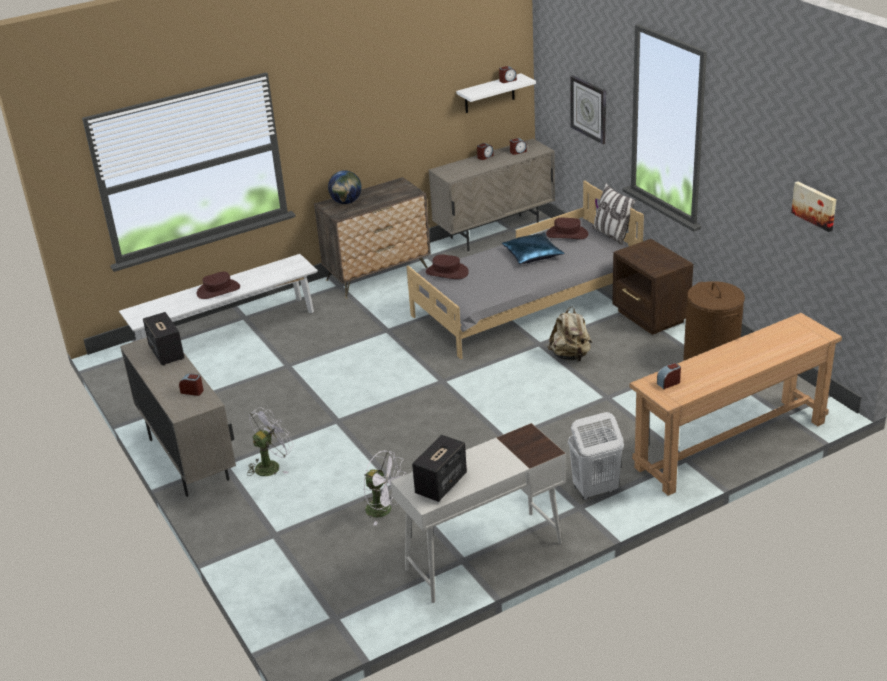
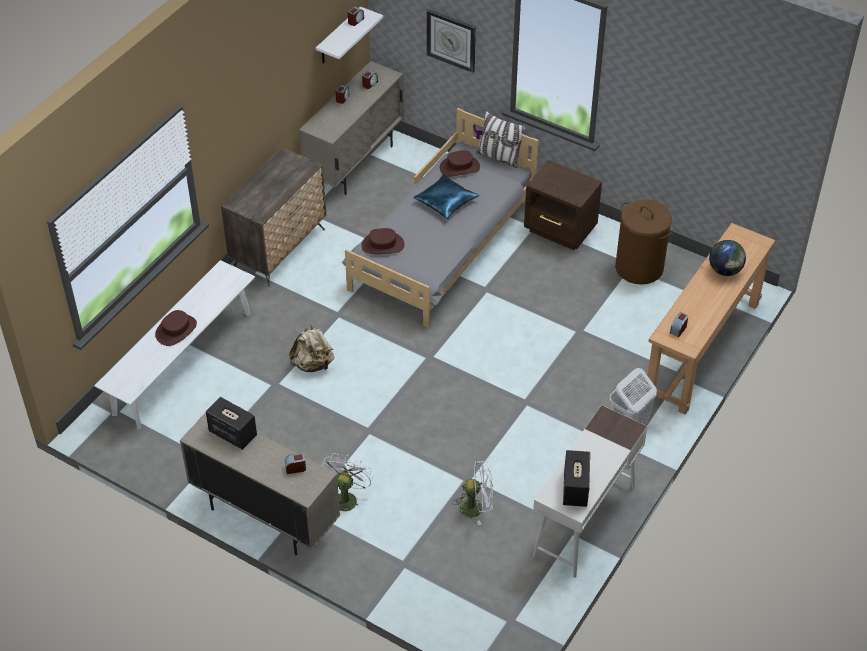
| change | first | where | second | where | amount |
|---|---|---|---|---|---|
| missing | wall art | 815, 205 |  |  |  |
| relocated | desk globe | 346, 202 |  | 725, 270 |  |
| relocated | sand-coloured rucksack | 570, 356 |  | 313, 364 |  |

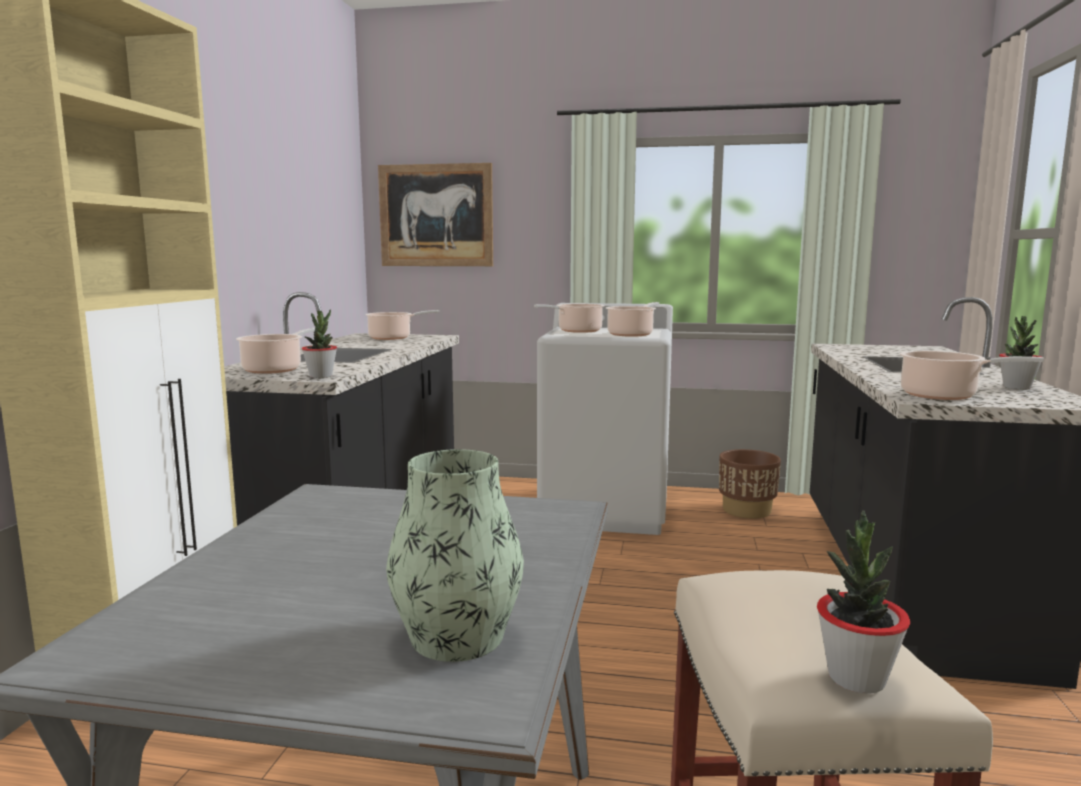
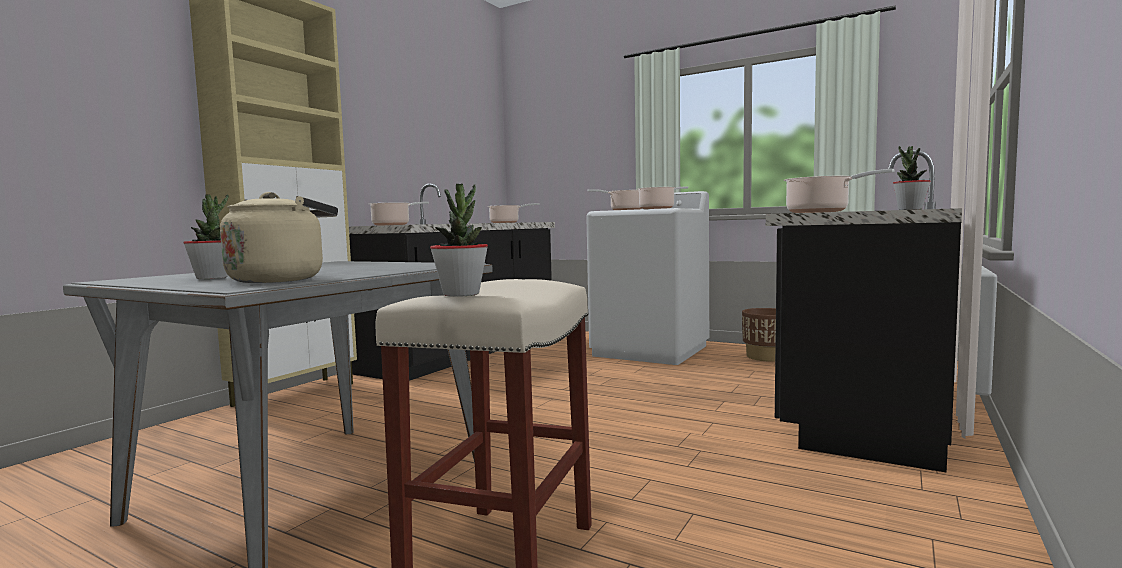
| change | first | where | second | where | amount |
|---|---|---|---|---|---|
| missing | wall art | 436, 215 |  |  |  |
| relocated | houseplant | 321, 376 |  | 212, 278 |  |
| exchanged | decorative vase | 457, 636 | sand-coloured tea kettle | 281, 280 |  |

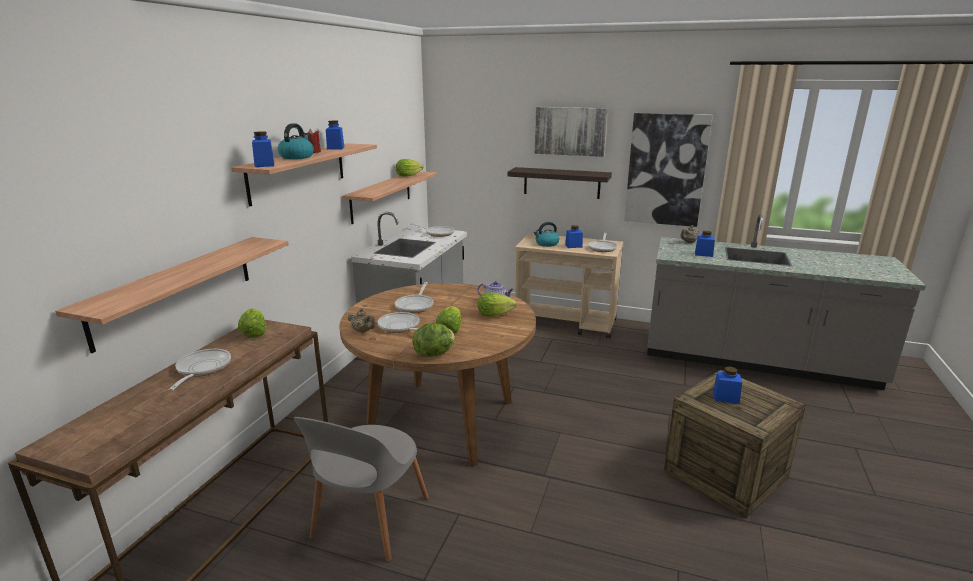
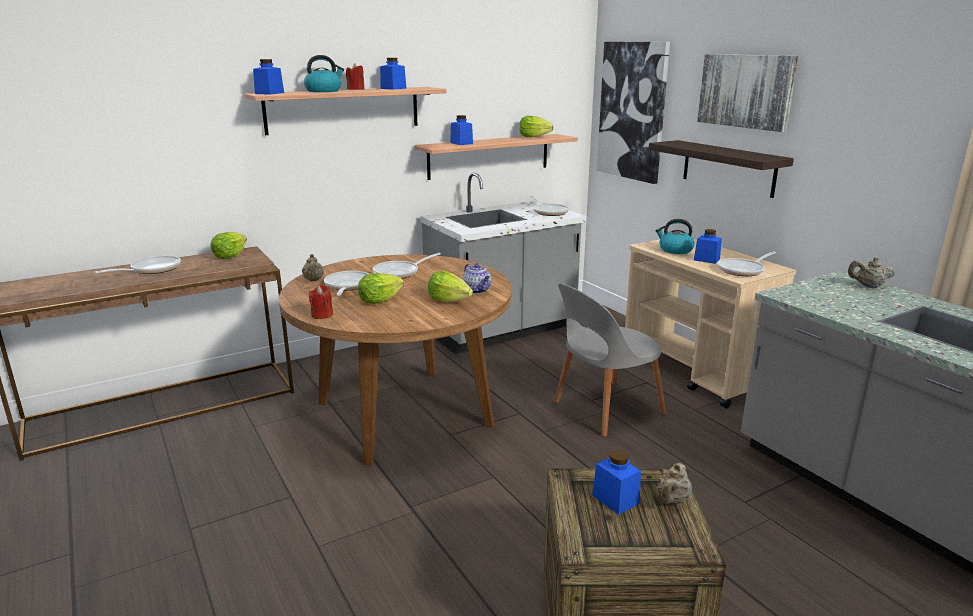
| change | first | where | second | where | amount |
|---|---|---|---|---|---|
| missing | bracket shelf | 176, 289 |  |  |  |
| appeared |  |  | sand-coloured tea pot | 672, 500 |  |
| relocated | gray plain chair | 368, 521 |  | 604, 409 |  |
| relocated | wall art | 666, 170 |  | 632, 111 |  |
| relocated | blue storage jar | 703, 254 |  | 461, 143 |  |
| exchanged | lettuce head | 435, 354 | red-coloured wax candle | 322, 315 |  |

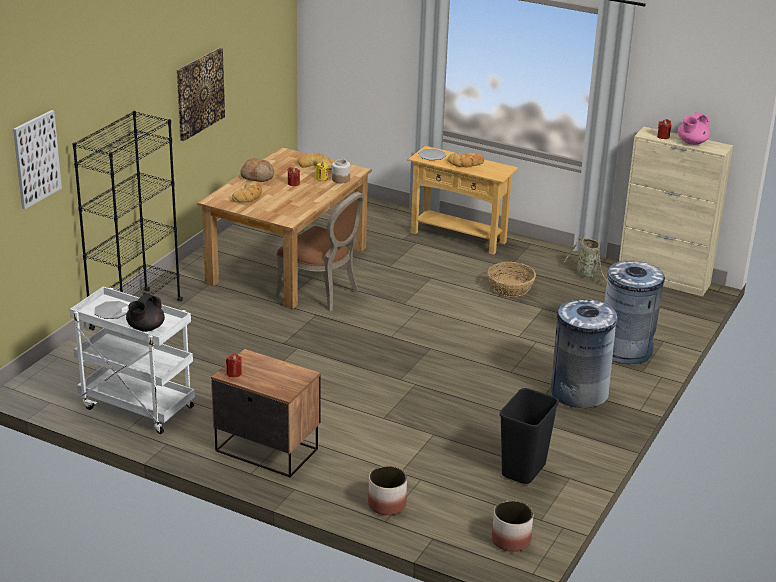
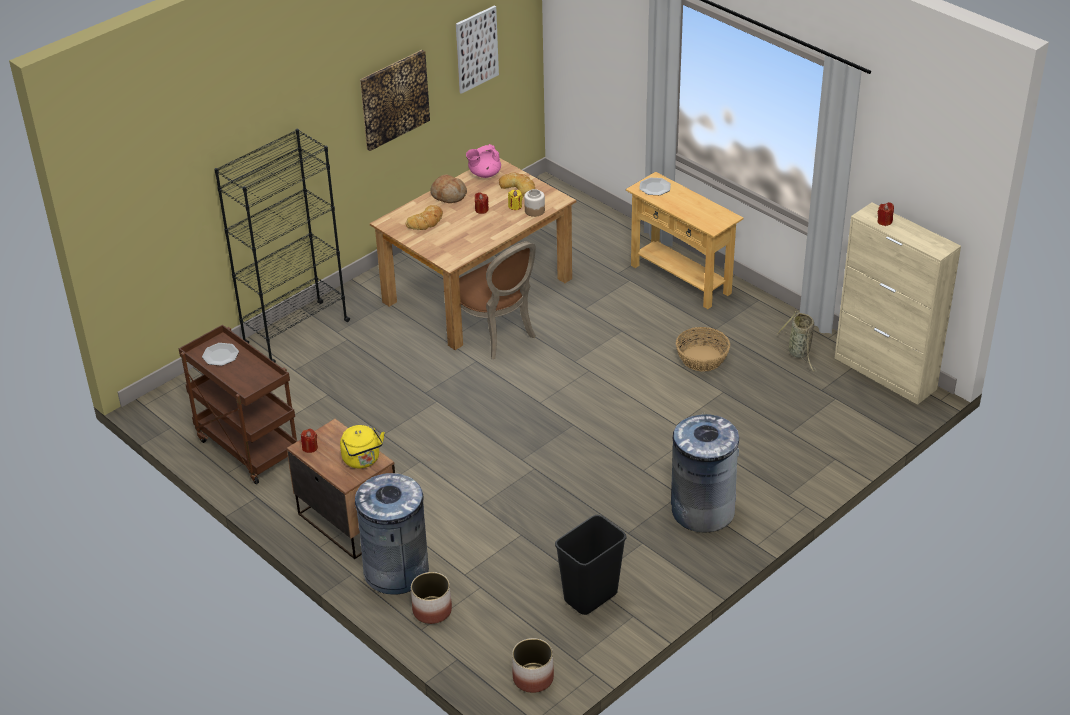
| change | first | where | second | where | amount |
|---|---|---|---|---|---|
| missing | black tea pot | 145, 328 |  |  |  |
| missing | baked bread | 466, 163 |  |  |  |
| appeared |  |  | yellowish tea kettle | 362, 460 |  |
| relocated | wall art | 36, 159 |  | 476, 49 |  |
| relocated | gray rubbish bin | 625, 350 |  | 396, 571 |  |
| relocated | pink tea pot | 691, 142 |  | 484, 174 |  |
| colour | white-coloured trolley | 136, 407 | brownish trolley | 246, 448 |  |

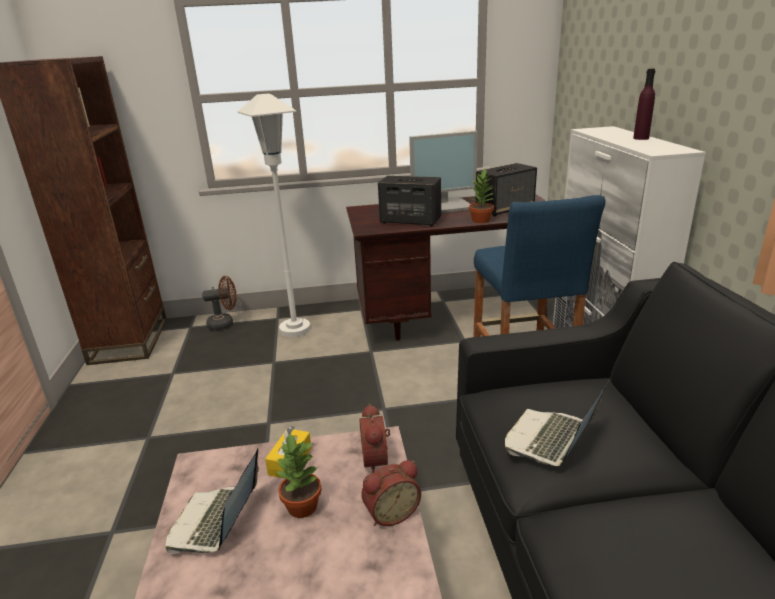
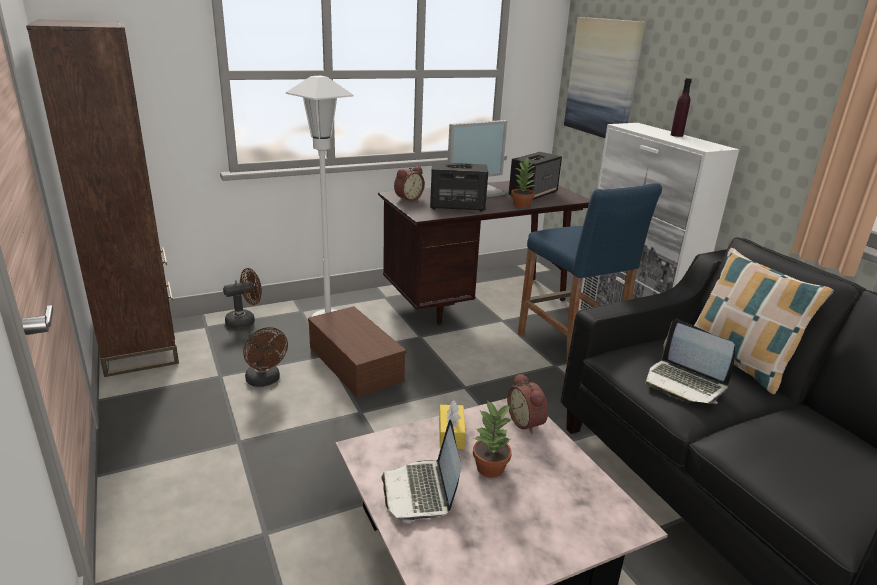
| change | first | where | second | where | amount |
|---|---|---|---|---|---|
| appeared |  |  | brownish cooling fan | 265, 381 |  |
| appeared |  |  | brownish storage container | 353, 363 |  |
| appeared |  |  | wall art | 603, 78 |  |
| appeared |  |  | cushion | 737, 363 |  |
| relocated | alarm clock | 390, 512 |  | 407, 198 |  |
| spun | portable computer | 551, 440 |  | 684, 383 | 60 degrees counterclockwise |

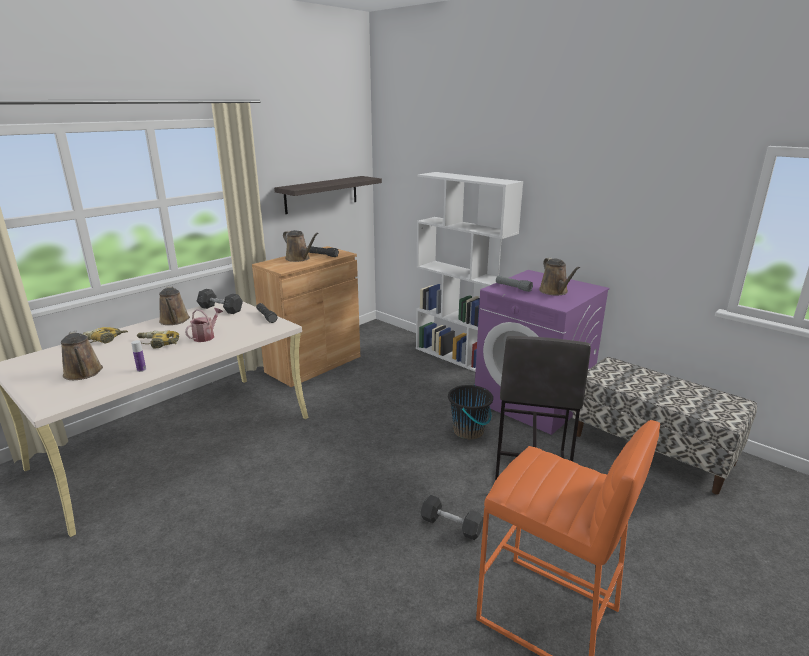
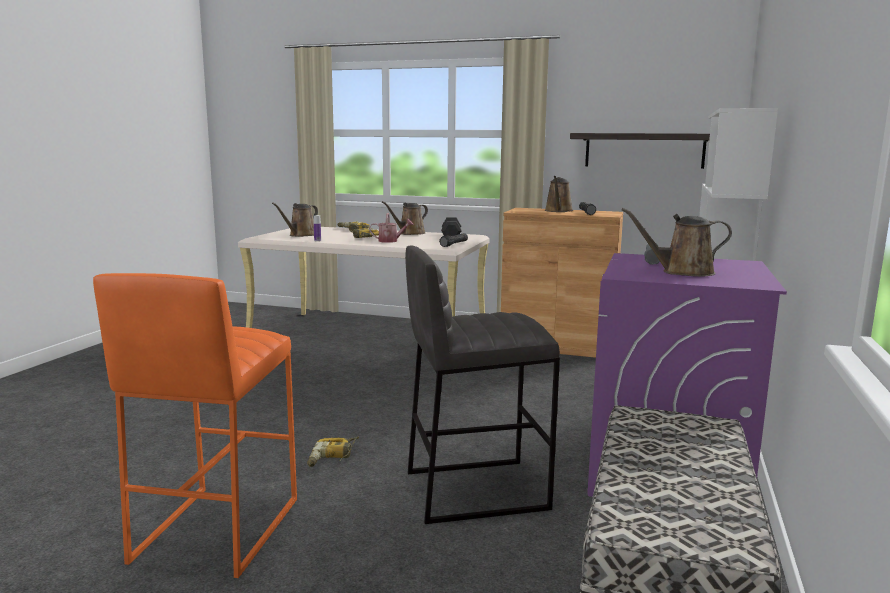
| change | first | where | second | where | amount |
|---|---|---|---|---|---|
| missing | black water bucket | 468, 431 |  |  |  |
| exchanged | gray free weight | 451, 525 | power drill | 333, 457 |  |
| spun | brownish watering can | 555, 291 |  | 682, 272 | 45 degrees clockwise |

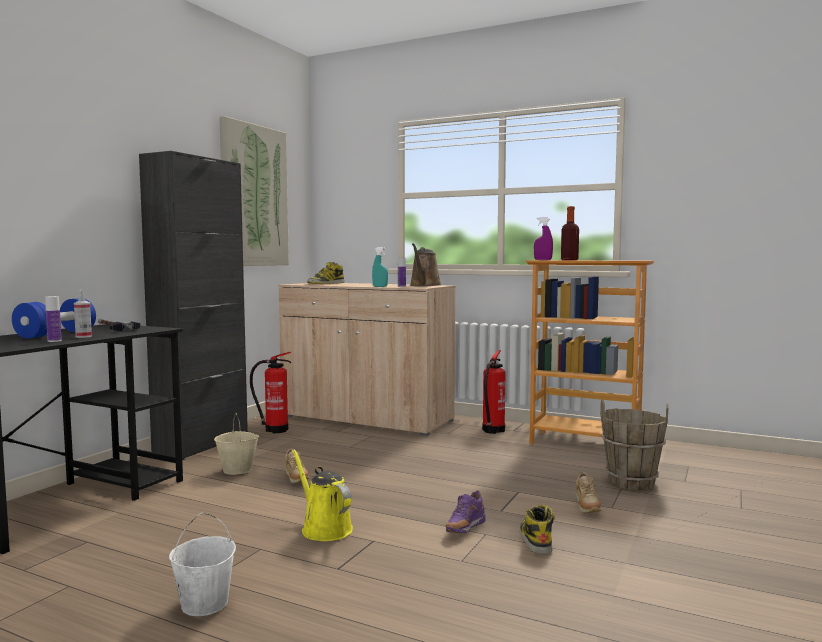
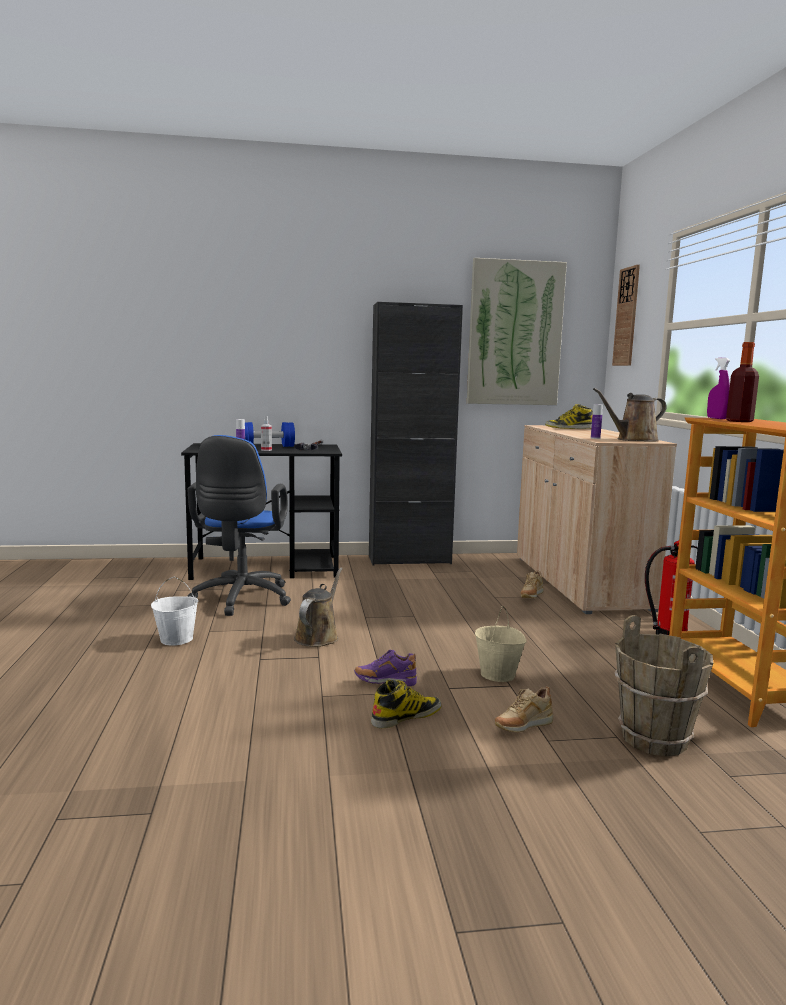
| change | first | where | second | where | amount |
|---|---|---|---|---|---|
| missing | fire extinguisher | 274, 430 |  |  |  |
| missing | turquoise-coloured spray bottle | 380, 286 |  |  |  |
| appeared |  |  | blue office chair | 240, 600 |  |
| appeared |  |  | hanging clock | 626, 317 |  |
| relocated | sand-coloured water bucket | 238, 470 |  | 498, 675 |  |
| relocated | sand-coloured low shoe | 296, 479 |  | 531, 596 |  |
| colour | yellowish watering can | 324, 528 | brownish watering can | 318, 636 |  |

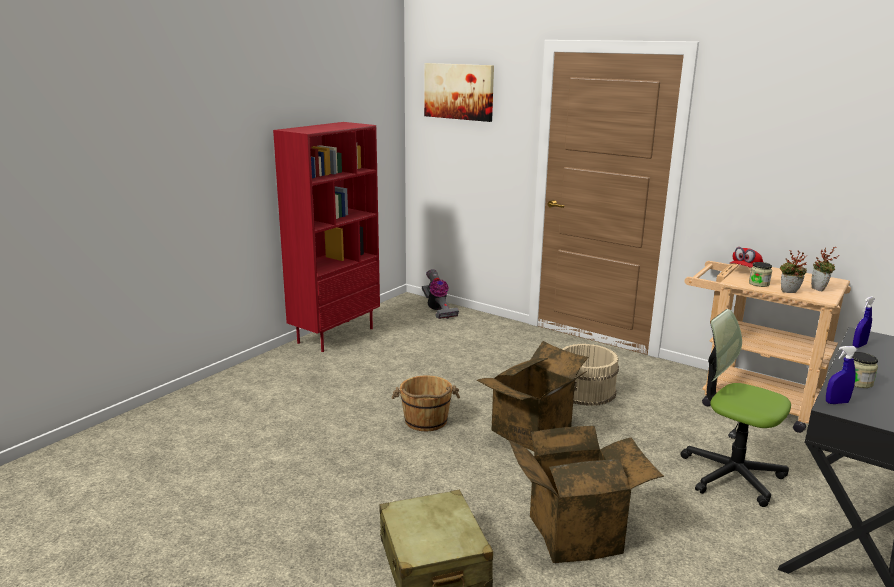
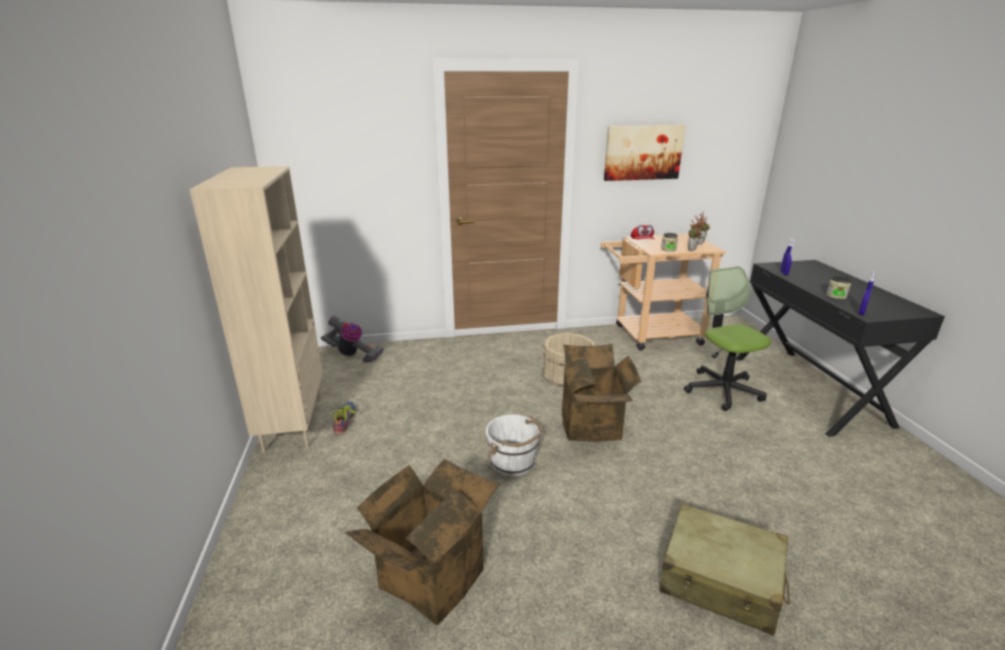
| change | first | where | second | where | amount |
|---|---|---|---|---|---|
| appeared |  |  | low shoe | 344, 421 |  |
| relocated | wall art | 459, 91 |  | 643, 152 |  |
| relocated | packing box | 575, 531 |  | 429, 574 |  |
| colour | red-coloured bookshelf | 335, 335 | sand-coloured bookshelf | 292, 423 |  |
| colour | brownish water bucket | 426, 421 | white-coloured water bucket | 513, 462 |  |
| spun | office chair | 731, 475 |  | 723, 390 | 75 degrees clockwise |

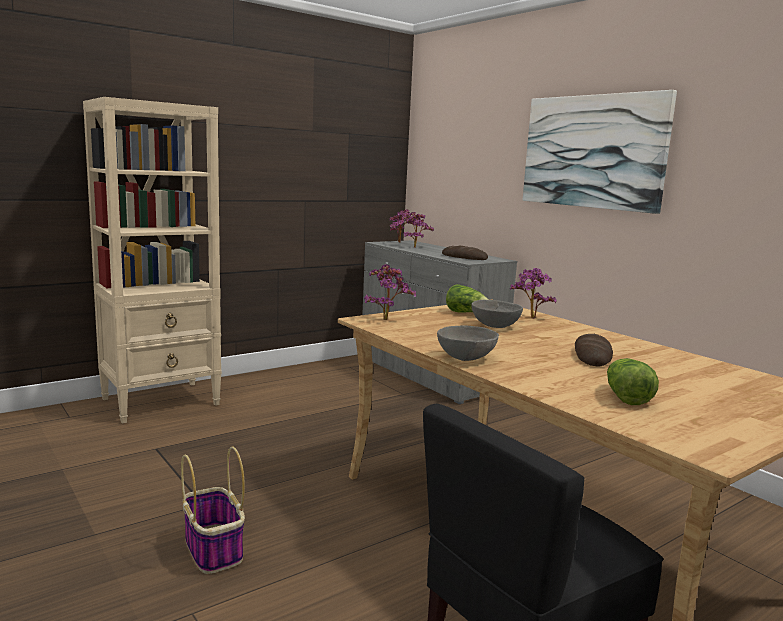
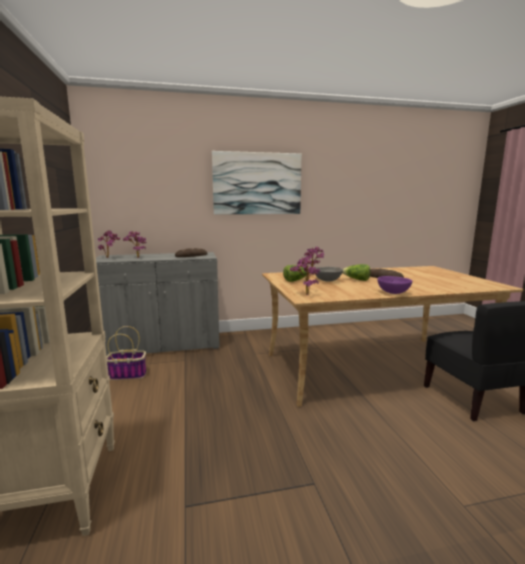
| change | first | where | second | where | amount |
|---|---|---|---|---|---|
| relocated | basket | 214, 550 |  | 128, 375 |  |
| relocated | lettuce head | 626, 397 |  | 356, 279 |  |
| colour | gray serving bowl | 466, 358 | purple serving bowl | 392, 292 |  |

